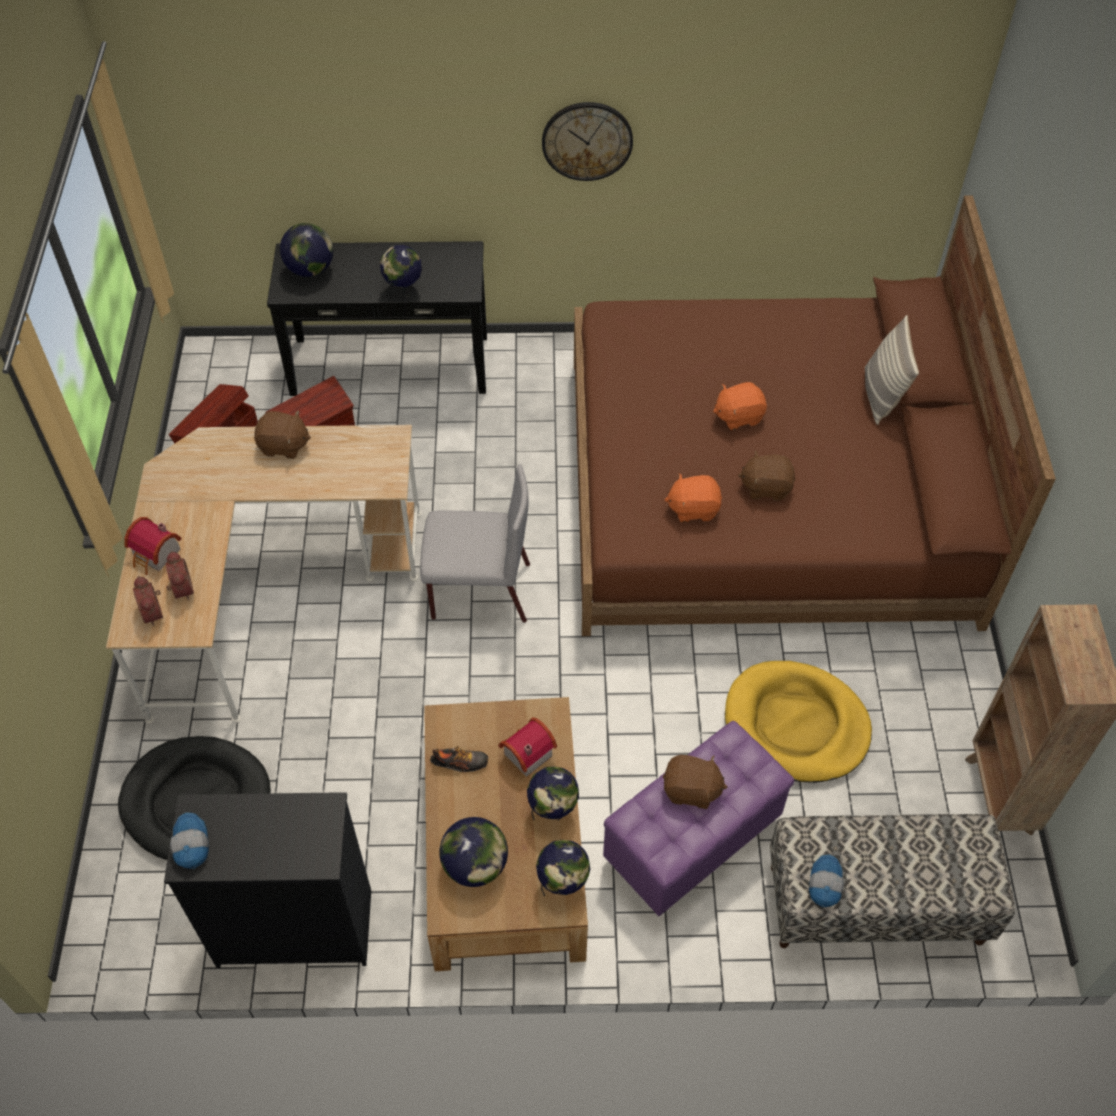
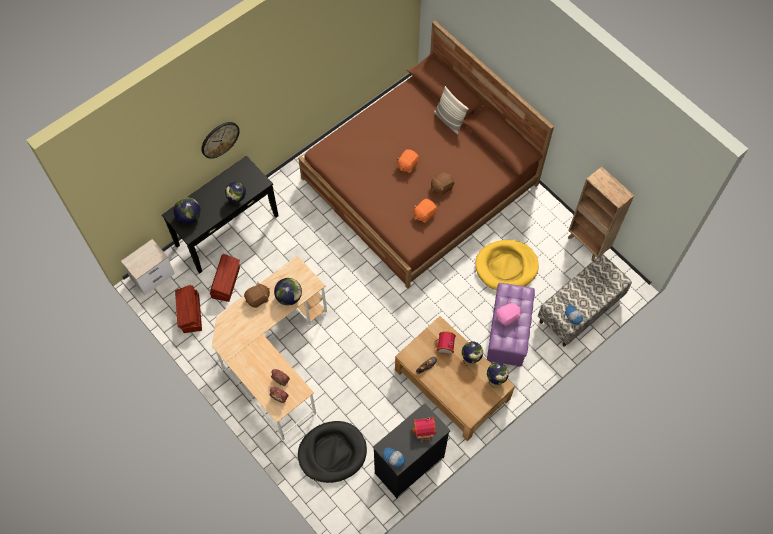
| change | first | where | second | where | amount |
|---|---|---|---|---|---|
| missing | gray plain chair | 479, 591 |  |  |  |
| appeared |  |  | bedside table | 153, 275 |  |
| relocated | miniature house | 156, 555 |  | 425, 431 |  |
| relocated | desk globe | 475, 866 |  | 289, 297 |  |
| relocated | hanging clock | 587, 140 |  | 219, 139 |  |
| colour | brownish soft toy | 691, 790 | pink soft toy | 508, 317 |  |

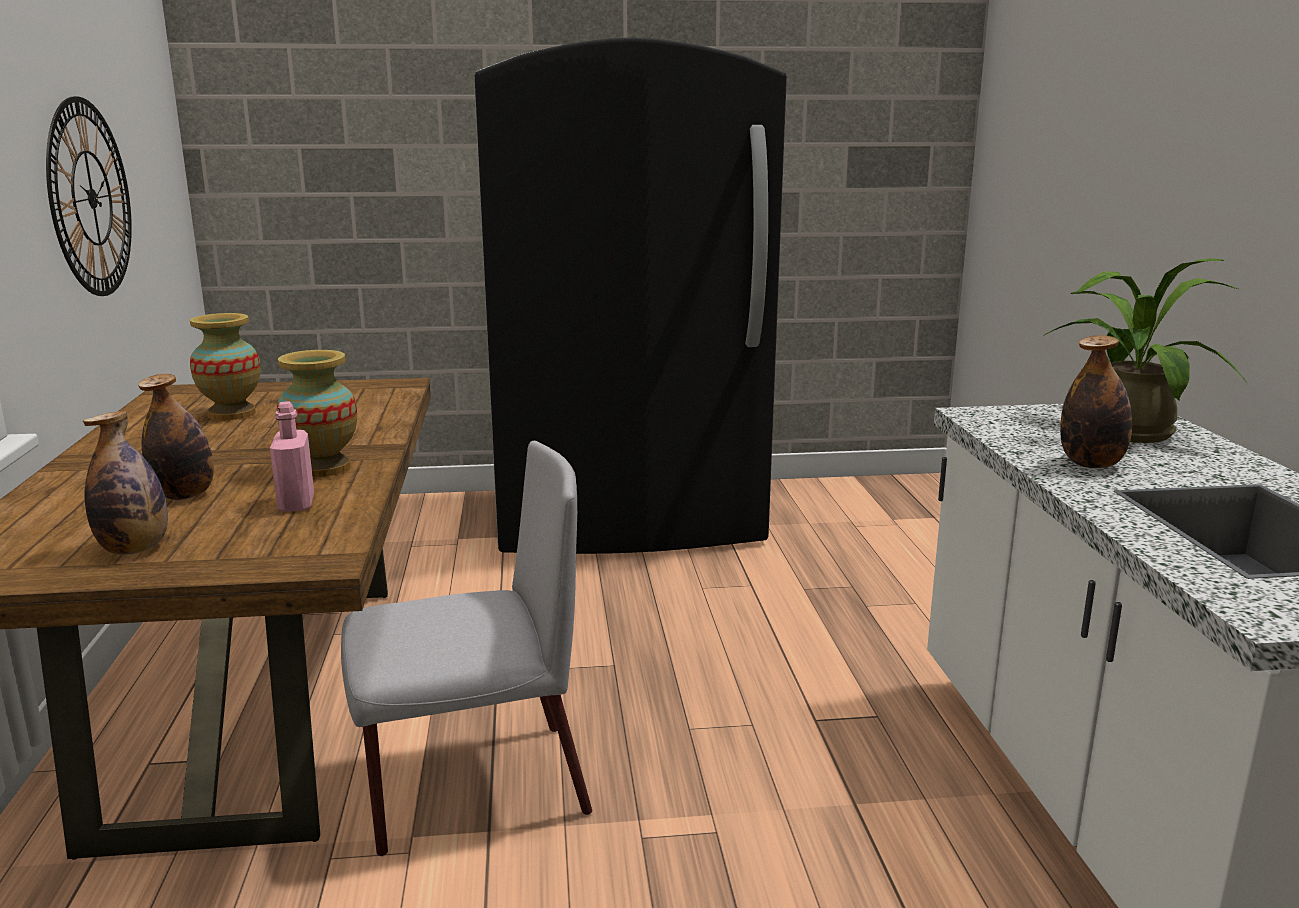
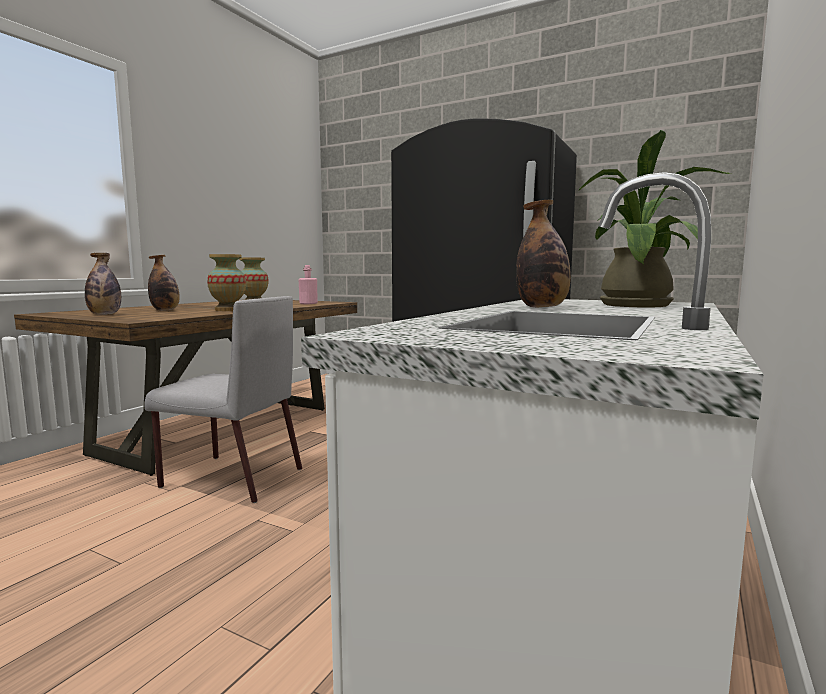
| change | first | where | second | where | amount |
|---|---|---|---|---|---|
| missing | hanging clock | 91, 198 |  |  |  |
| relocated | pink bottle | 296, 503 |  | 308, 303 |  |

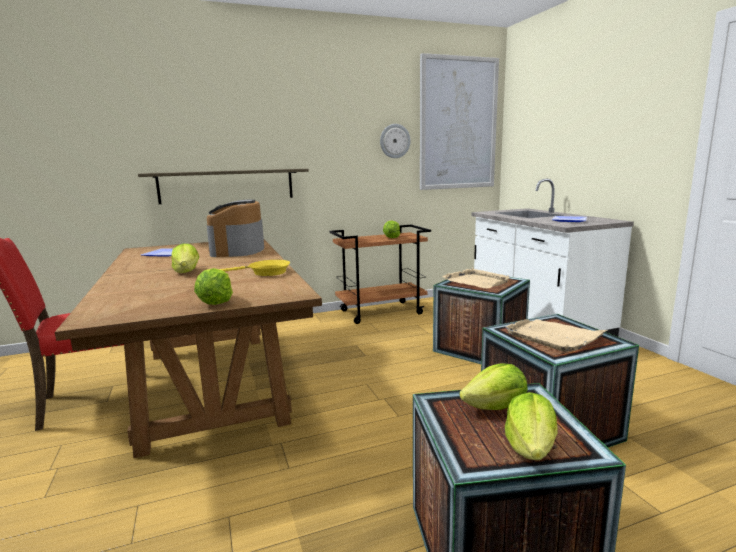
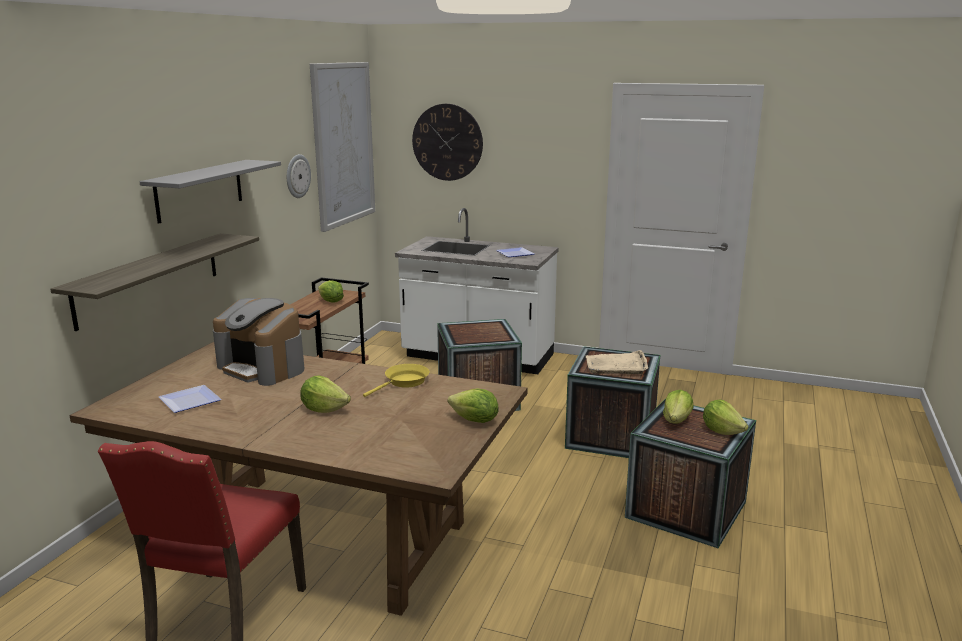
| change | first | where | second | where | amount |
|---|---|---|---|---|---|
| missing | sand-coloured carrying tray | 476, 281 |  |  |  |
| appeared |  |  | gray bracket shelf | 199, 190 |  |
| appeared |  |  | hanging clock | 447, 142 |  |

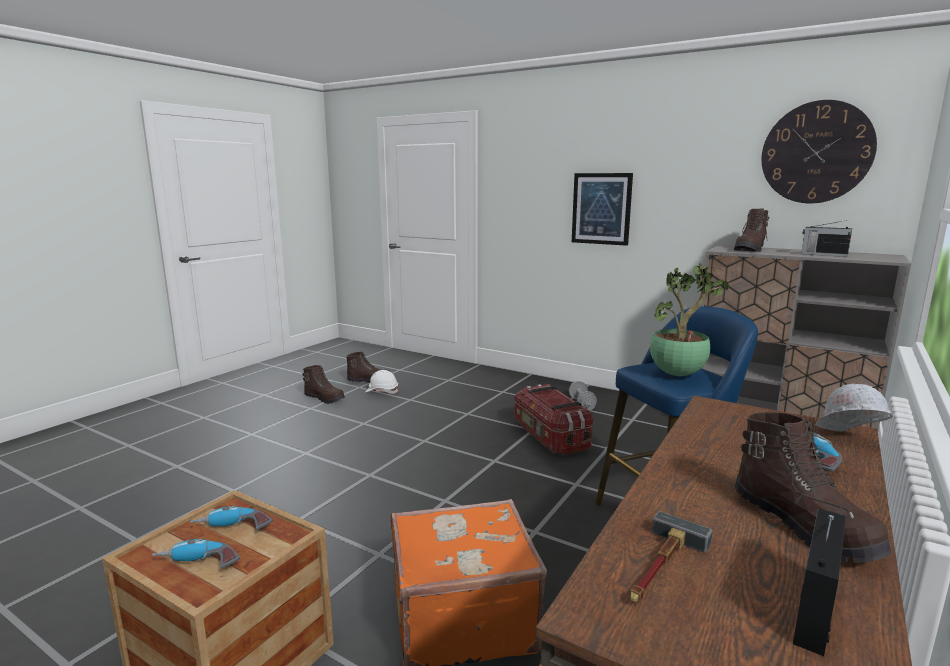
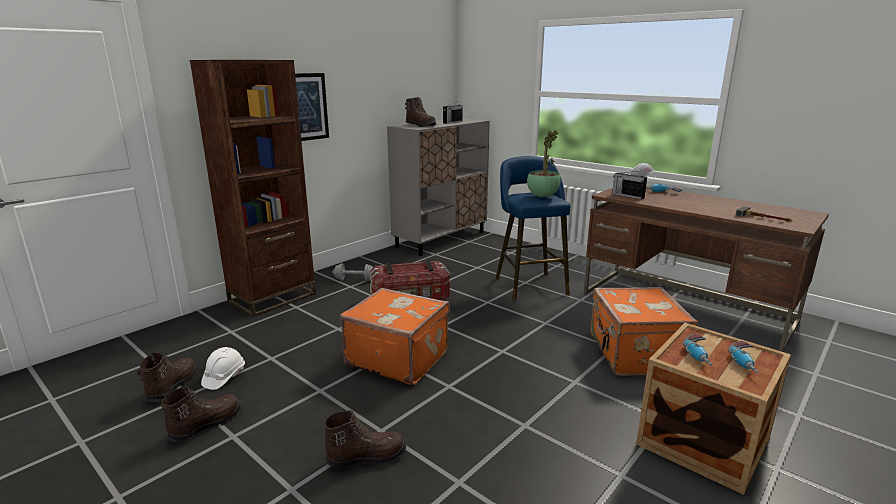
| change | first | where | second | where | amount |
|---|---|---|---|---|---|
| missing | hanging clock | 816, 152 |  |  |  |
| appeared |  |  | brownish bookshelf | 273, 298 |  |
| appeared |  |  | orangey travel case | 398, 358 |  |
| relocated | brownish high-top boot | 804, 526 |  | 366, 456 |  |
| relocated | radio set | 815, 609 |  | 627, 195 |  |

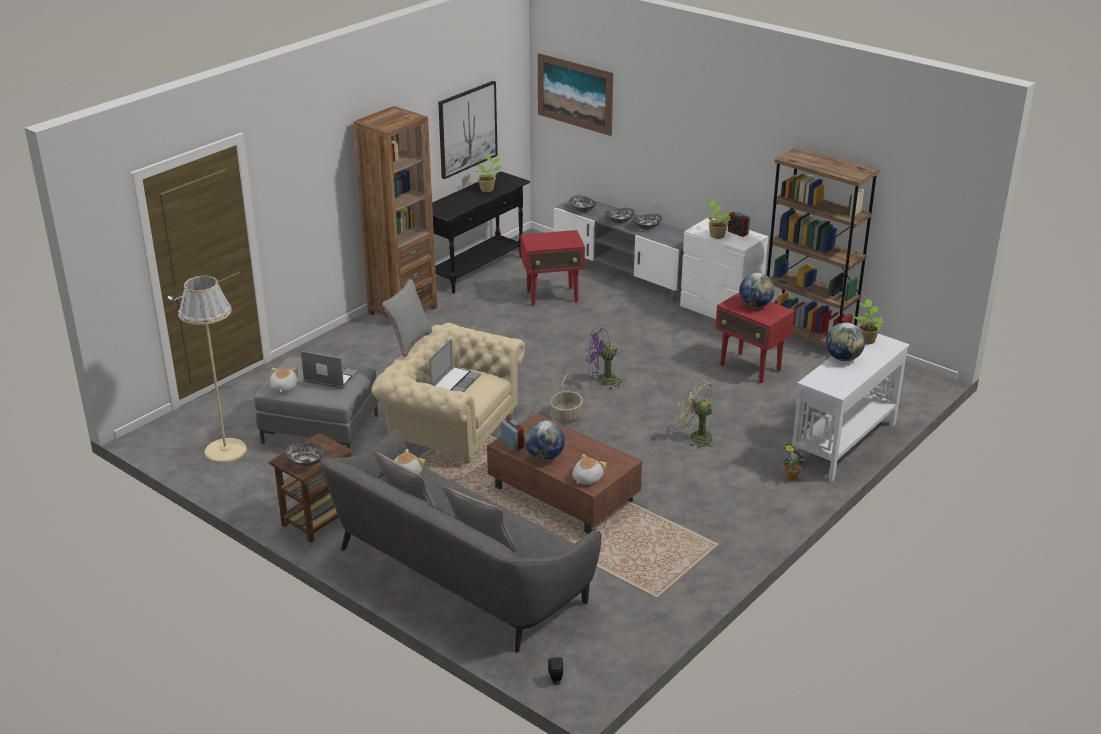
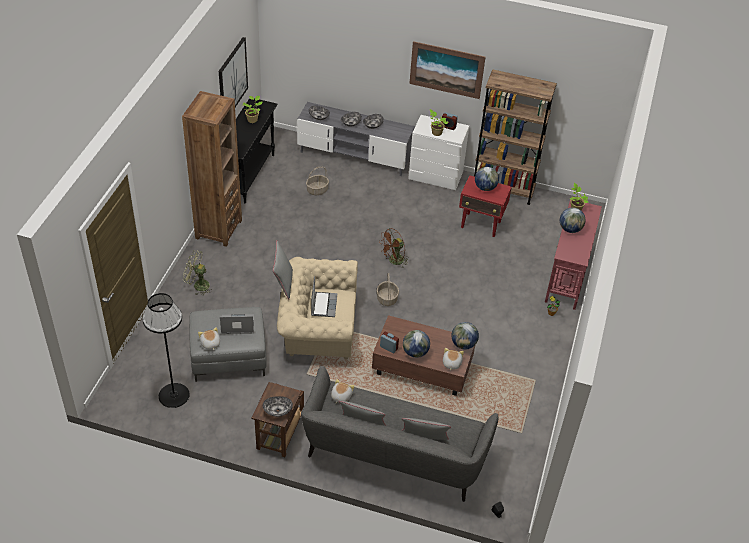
| change | first | where | second | where | amount |
|---|---|---|---|---|---|
| appeared |  |  | desk globe | 463, 344 |  |
| relocated | wall art | 575, 93 |  | 446, 70 |  |
| relocated | greenish cooling fan | 696, 436 |  | 198, 285 |  |
| exchanged | red-coloured accent table | 553, 297 | basket | 317, 190 |  |
| colour | sand-coloured standing lamp | 225, 450 | black standing lamp | 173, 395 |  |
| colour | purple cooling fan | 602, 381 | brownish cooling fan | 394, 261 |  |
| colour | white-coloured console table | 843, 443 | red-coloured console table | 567, 276 |  |

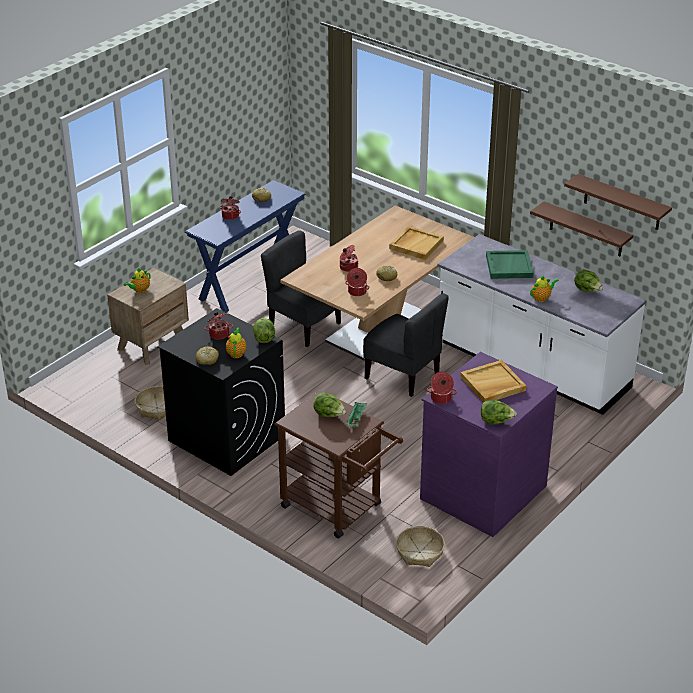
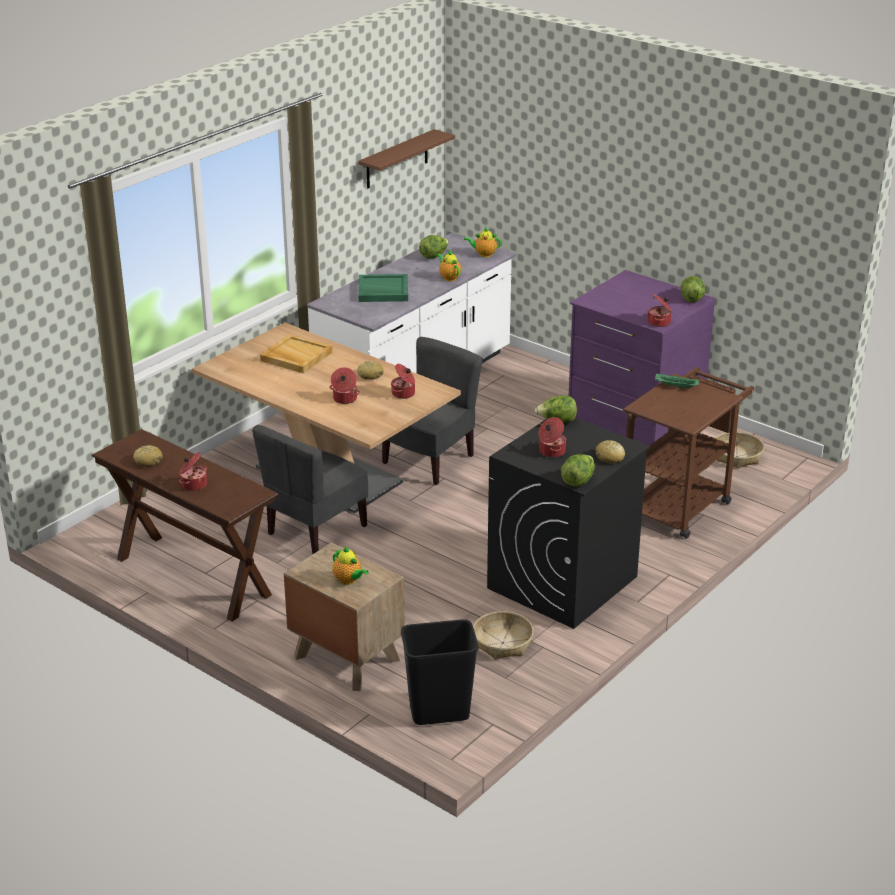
| change | first | where | second | where | amount |
|---|---|---|---|---|---|
| missing | sand-coloured carrying tray | 492, 384 |  |  |  |
| missing | brownish bracket shelf | 586, 230 |  |  |  |
| appeared |  |  | black rubbish bin | 439, 713 |  |
| relocated | tea pot | 236, 353 |  | 484, 254 |  |
| relocated | lettuce head | 329, 415 |  | 578, 481 |  |
| colour | blue console table | 250, 281 | brownish console table | 193, 576 |  |

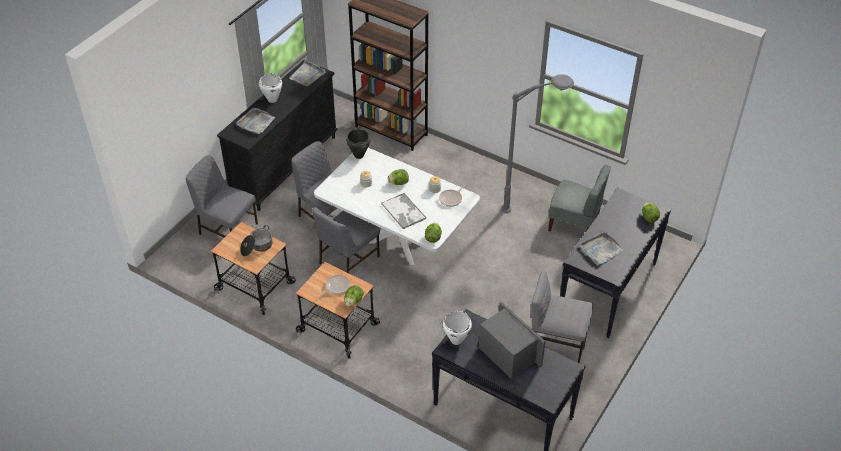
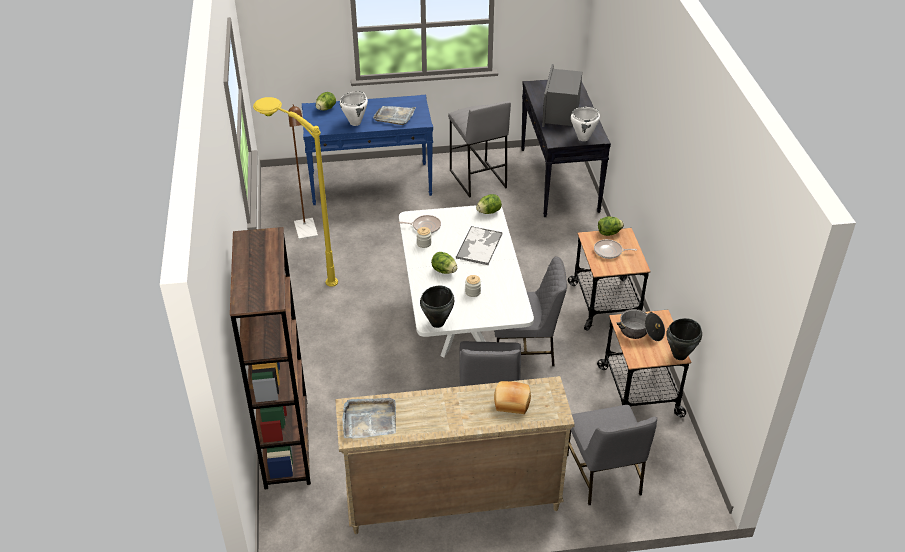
| change | first | where | second | where | amount |
|---|---|---|---|---|---|
| appeared |  |  | black cooking pot | 680, 355 |  |
| relocated | white-coloured cooking pot | 272, 100 |  | 355, 123 |  |
| exchanged | gray carrying tray | 255, 122 | baked bread | 512, 403 |  |
| exchanged | gray plain chair | 574, 224 | brownish standing lamp | 307, 233 |  |
| colour | black dresser | 285, 166 | sand-coloured dresser | 452, 500 |  |
| colour | gray standing lamp | 536, 202 | yellowish standing lamp | 301, 268 |  |
| colour | black console table | 608, 289 | blue console table | 371, 183 |  |

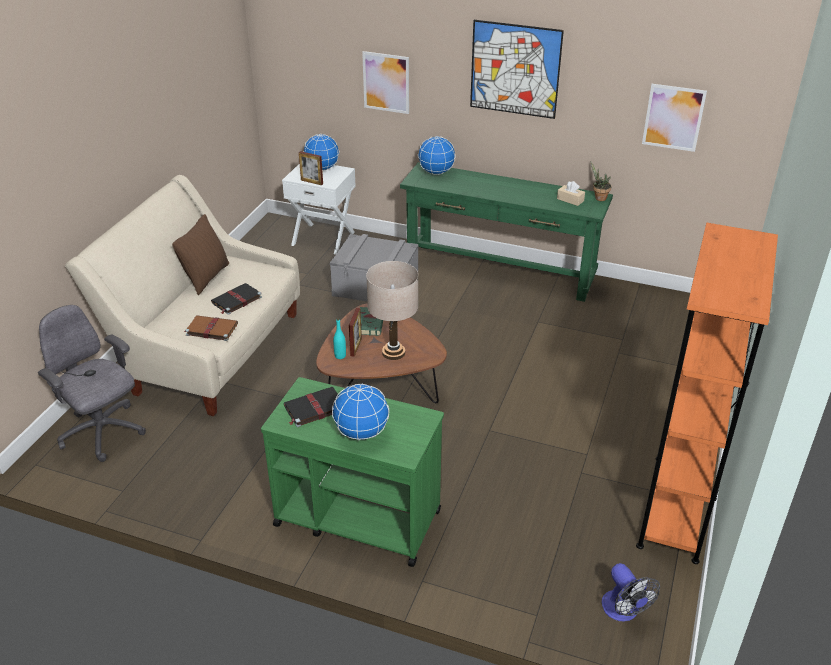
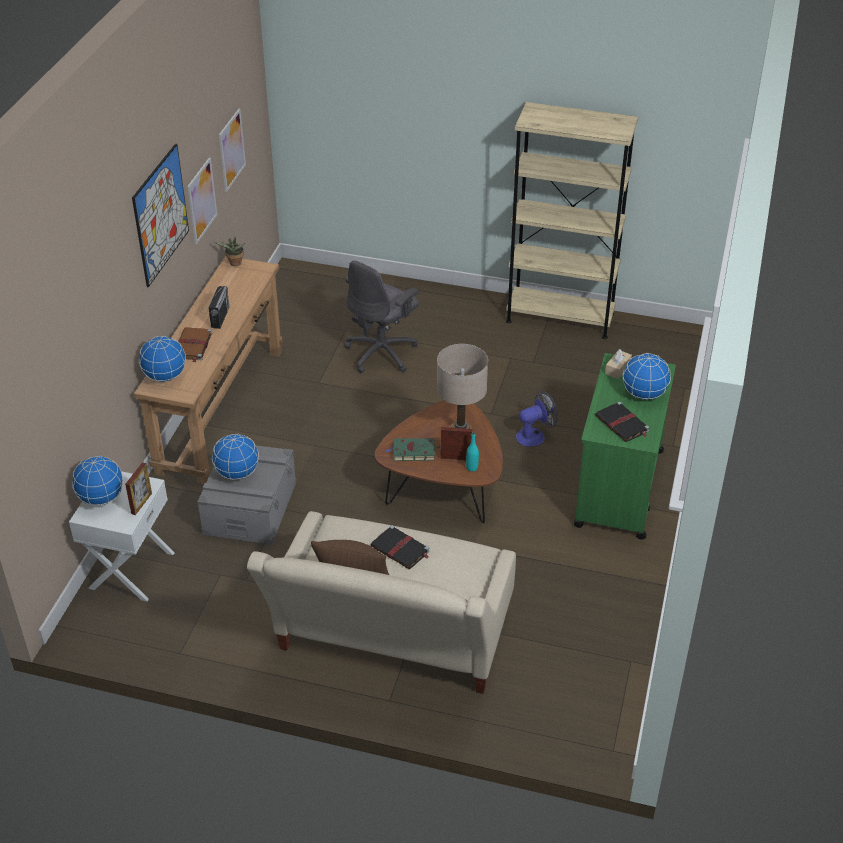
| change | first | where | second | where | amount |
|---|---|---|---|---|---|
| appeared |  |  | radio set | 220, 317 |  |
| appeared |  |  | desk globe | 237, 473 |  |
| relocated | gray office chair | 103, 433 |  | 382, 353 |  |
| relocated | brownish volume | 211, 329 |  | 192, 346 |  |
| relocated | wall art | 386, 82 |  | 201, 200 |  |
| relocated | sand-coloured box of tissues | 570, 200 |  | 617, 369 |  |
| relocated | cooling fan | 624, 611 |  | 535, 435 |  |
| colour | greenish console table | 500, 271 | brownish console table | 221, 409 |  |
| colour | orangey bookshelf | 676, 507 | sand-coloured bookshelf | 560, 317 |  |

